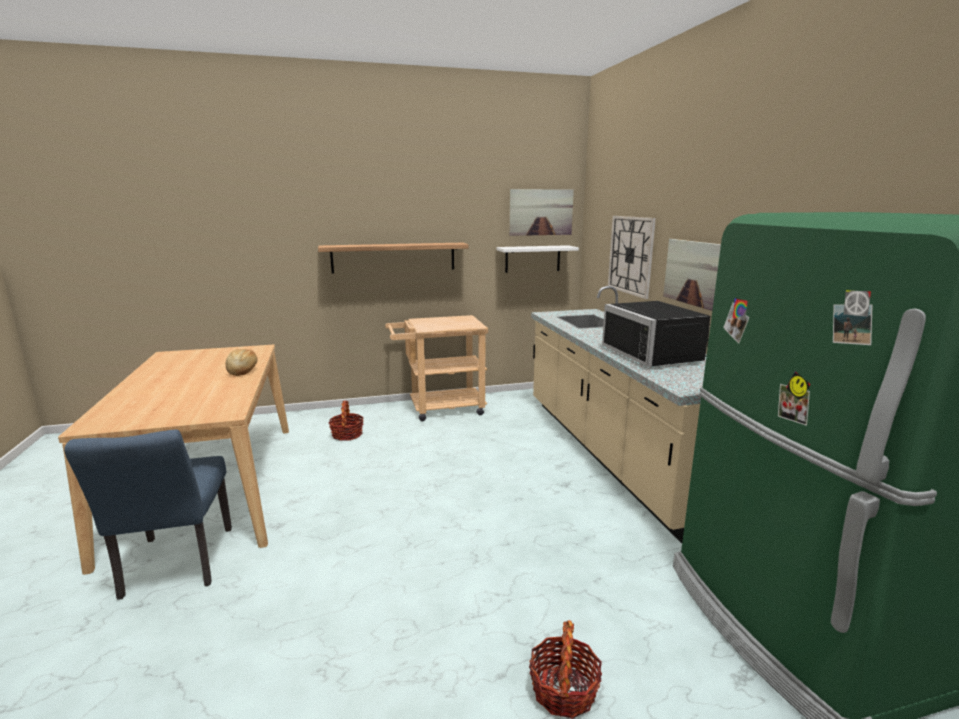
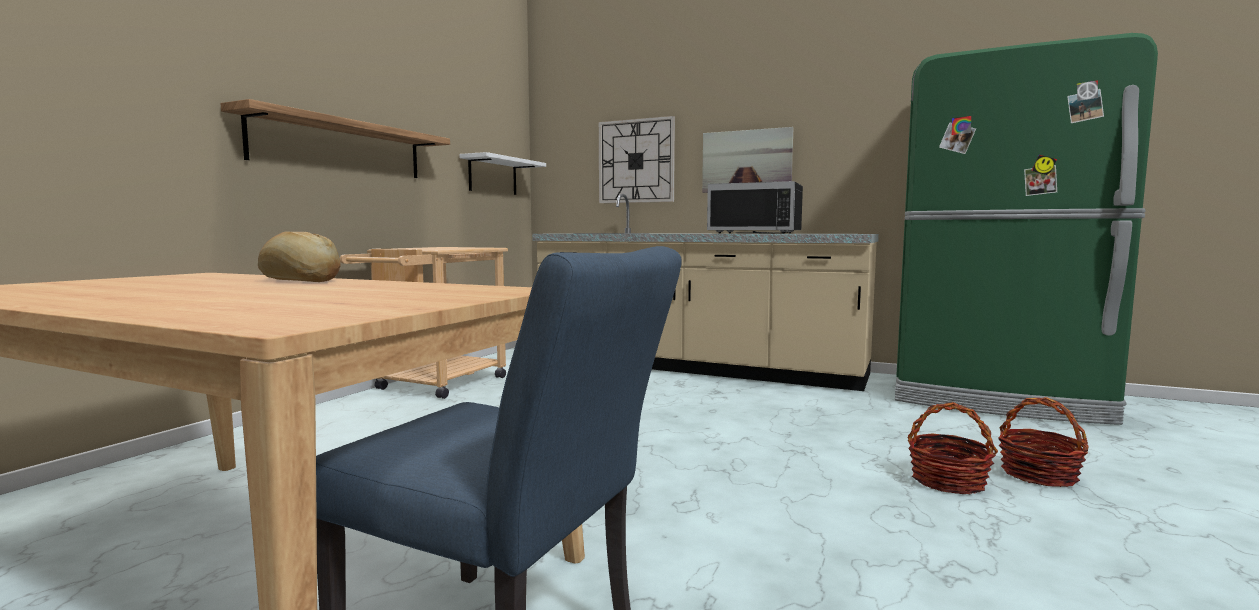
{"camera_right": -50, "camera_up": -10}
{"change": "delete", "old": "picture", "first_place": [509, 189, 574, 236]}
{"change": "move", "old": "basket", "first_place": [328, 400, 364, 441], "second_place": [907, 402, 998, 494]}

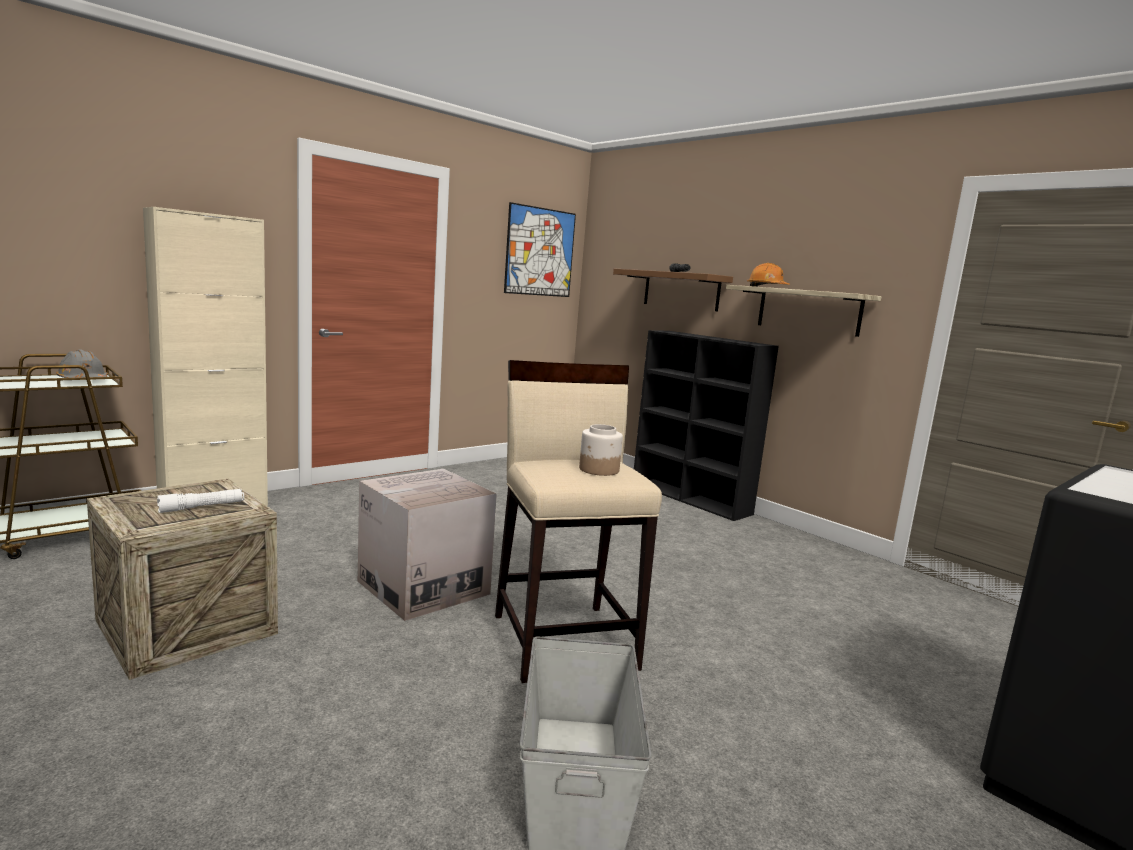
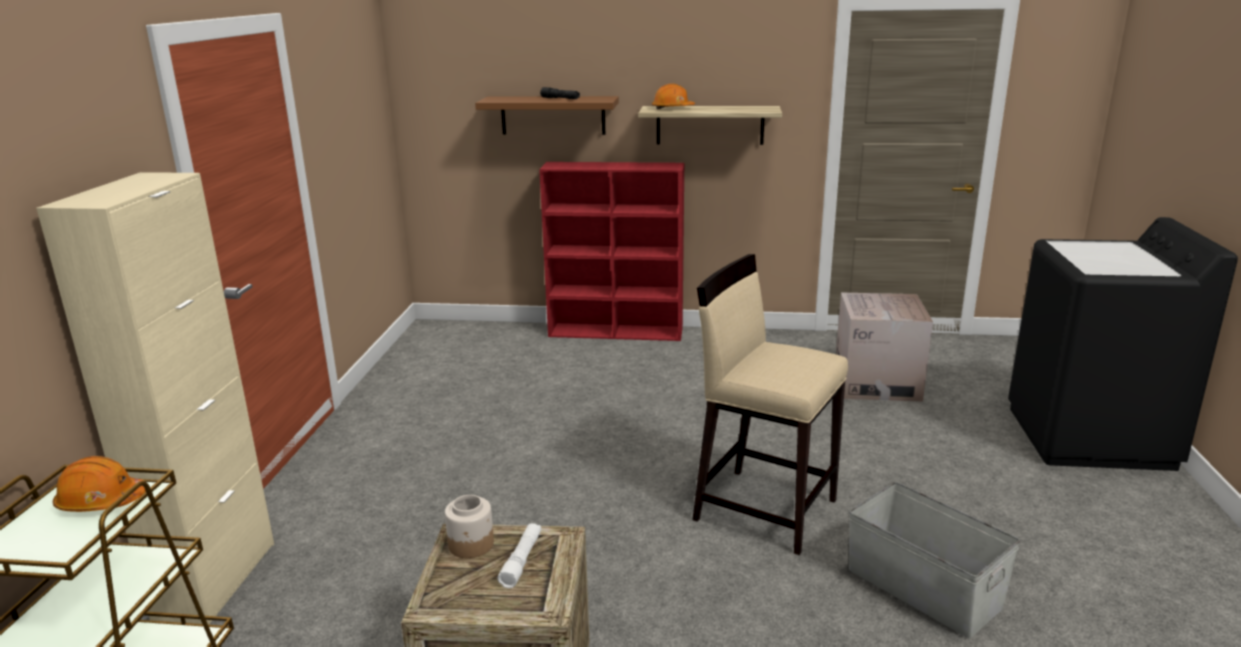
{"camera_right": -40, "camera_up": 10}
{"change": "delete", "old": "picture", "first_place": [504, 202, 576, 297]}
{"change": "move", "old": "cardboard box", "first_place": [358, 469, 497, 621], "second_place": [836, 293, 933, 402]}
{"change": "move", "old": "jar", "first_place": [579, 424, 623, 476], "second_place": [445, 495, 494, 558]}
{"change": "recolor", "old": "hard hat in grey", "new": "hard hat in orange", "first_place": [56, 350, 107, 380], "second_place": [53, 456, 146, 512]}
{"change": "recolor", "old": "bookcase in black", "new": "bookcase in red", "first_place": [634, 330, 779, 521], "second_place": [539, 162, 684, 341]}

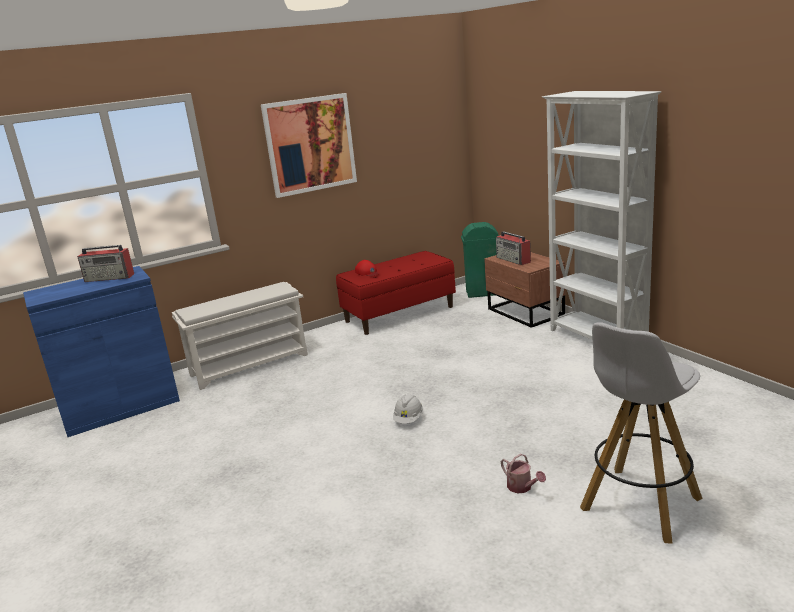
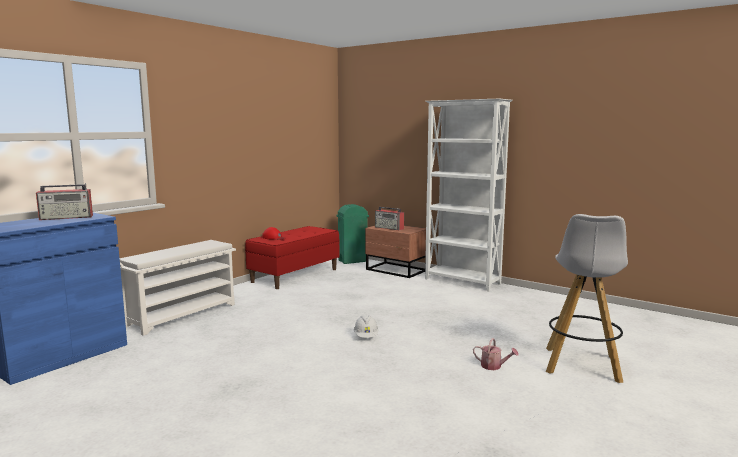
{"camera_right": -25, "camera_up": -10}
{"change": "delete", "old": "picture", "first_place": [261, 93, 357, 198]}

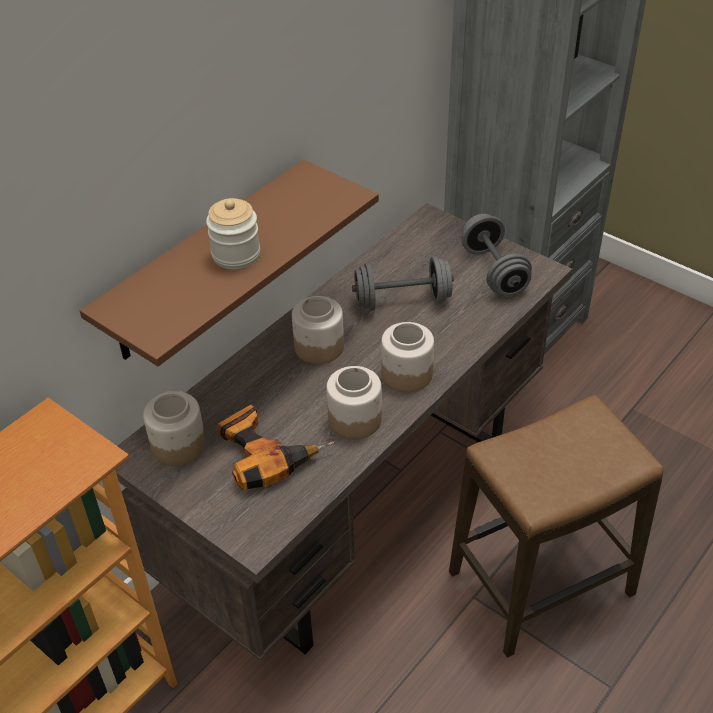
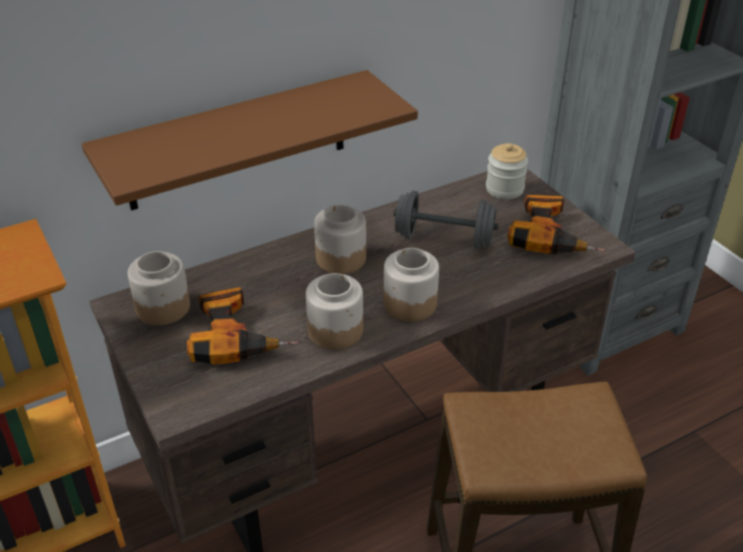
{"camera_right": 20, "camera_up": -5}
{"change": "move", "old": "jar", "first_place": [206, 198, 260, 269], "second_place": [486, 143, 528, 199]}
{"change": "replace", "old": "dumbbell in grey", "new": "power drill", "first_place": [461, 214, 532, 296], "second_place": [507, 195, 605, 254]}

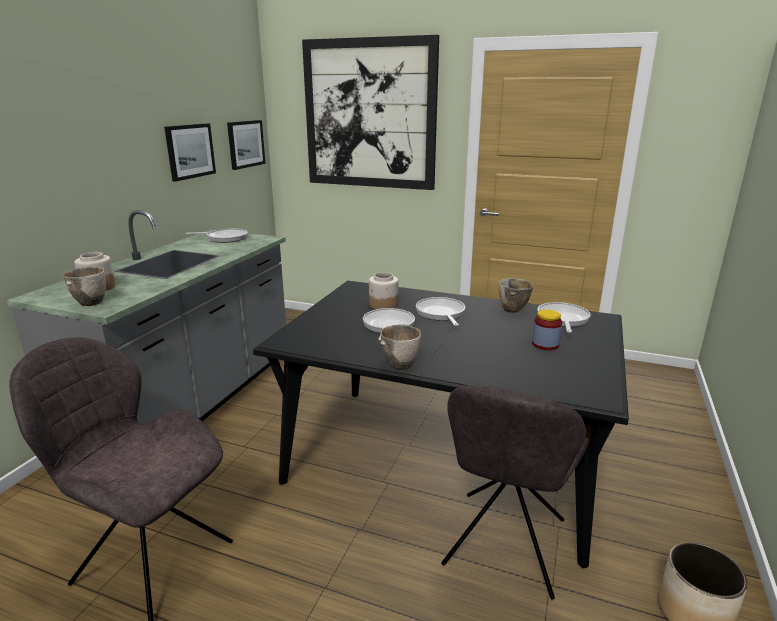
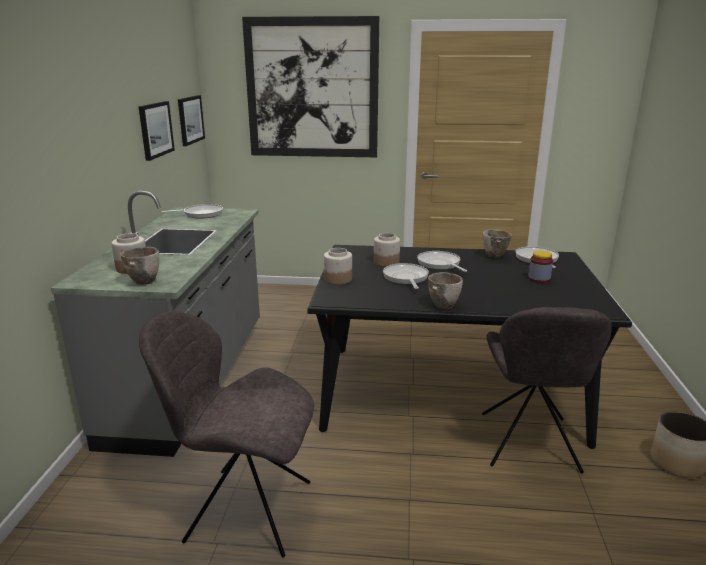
{"camera_right": -15, "camera_up": 0}
{"change": "insert", "new": "jar", "second_place": [324, 248, 352, 285]}

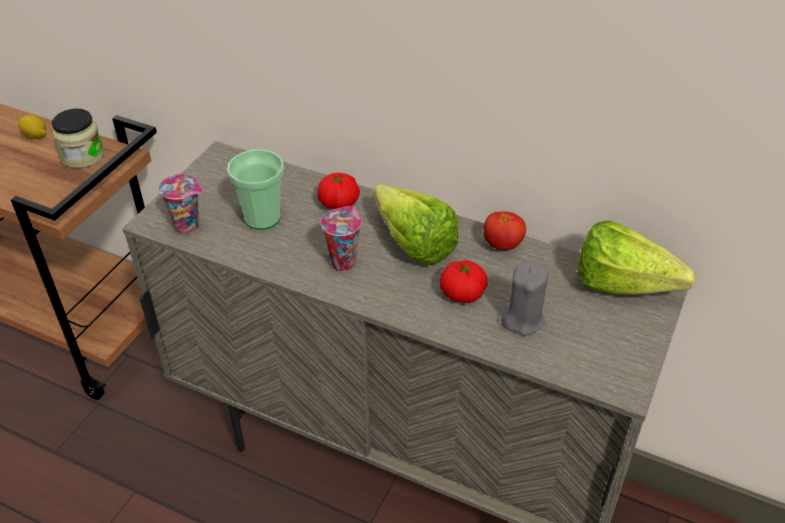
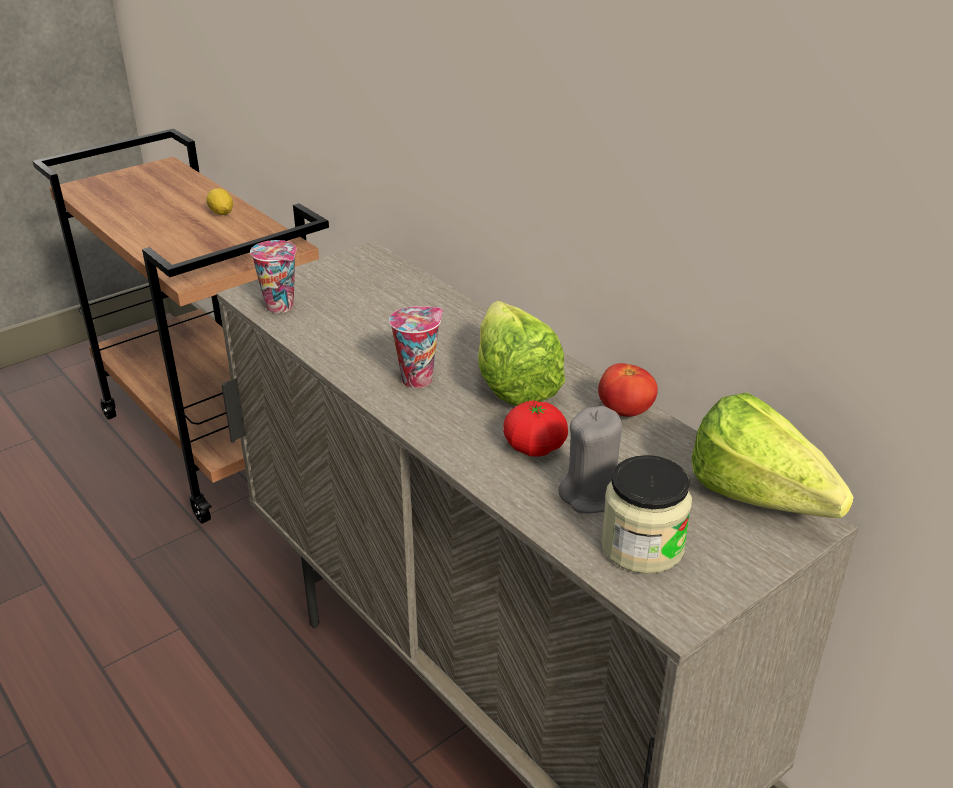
{"camera_right": 25, "camera_up": -10}
{"change": "delete", "old": "cup", "first_place": [227, 150, 284, 230]}
{"change": "delete", "old": "tomato", "first_place": [318, 173, 360, 209]}
{"change": "move", "old": "jar", "first_place": [52, 109, 104, 169], "second_place": [601, 455, 692, 574]}

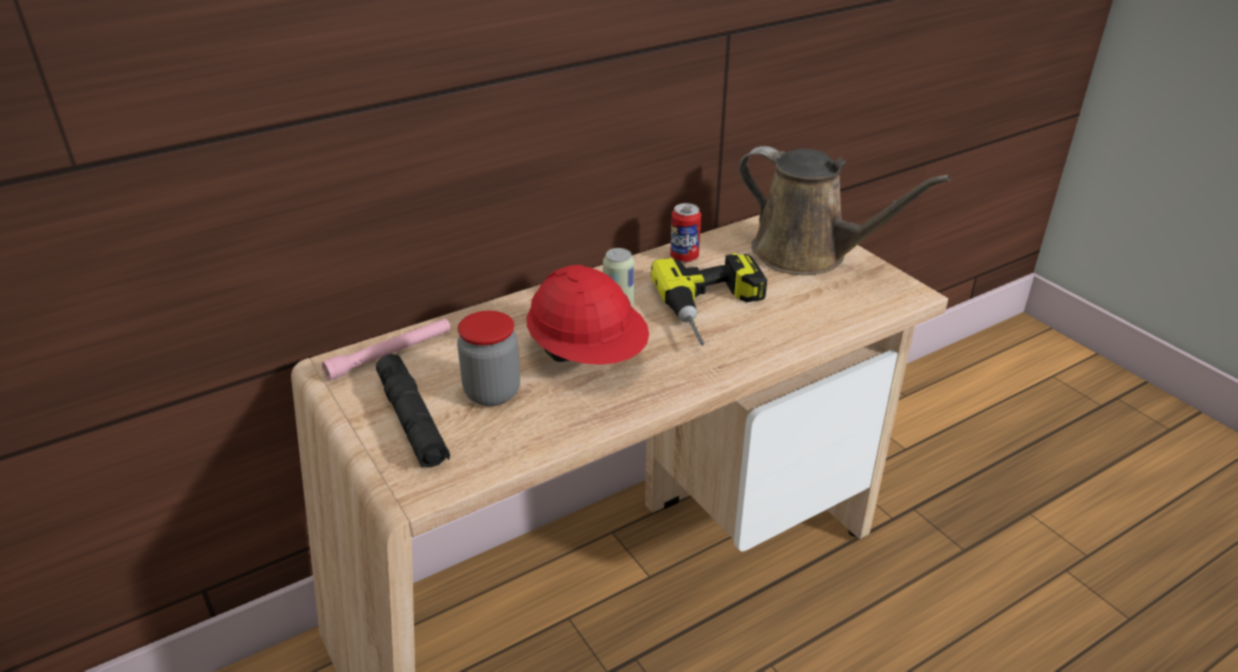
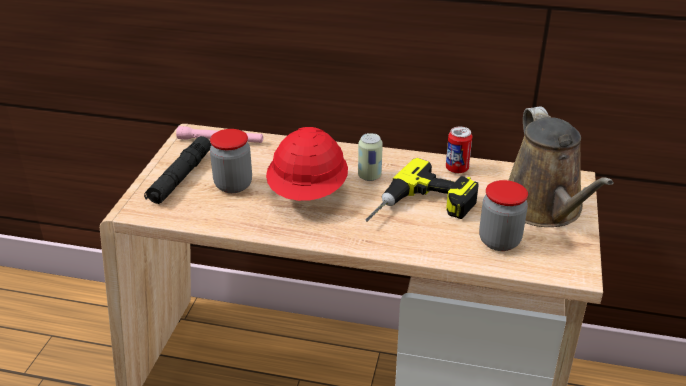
{"camera_right": 45, "camera_up": 0}
{"change": "insert", "new": "jar", "second_place": [479, 180, 528, 251]}

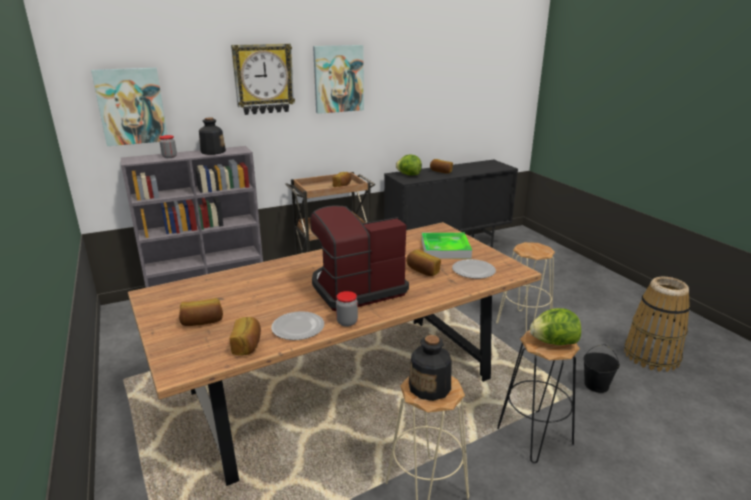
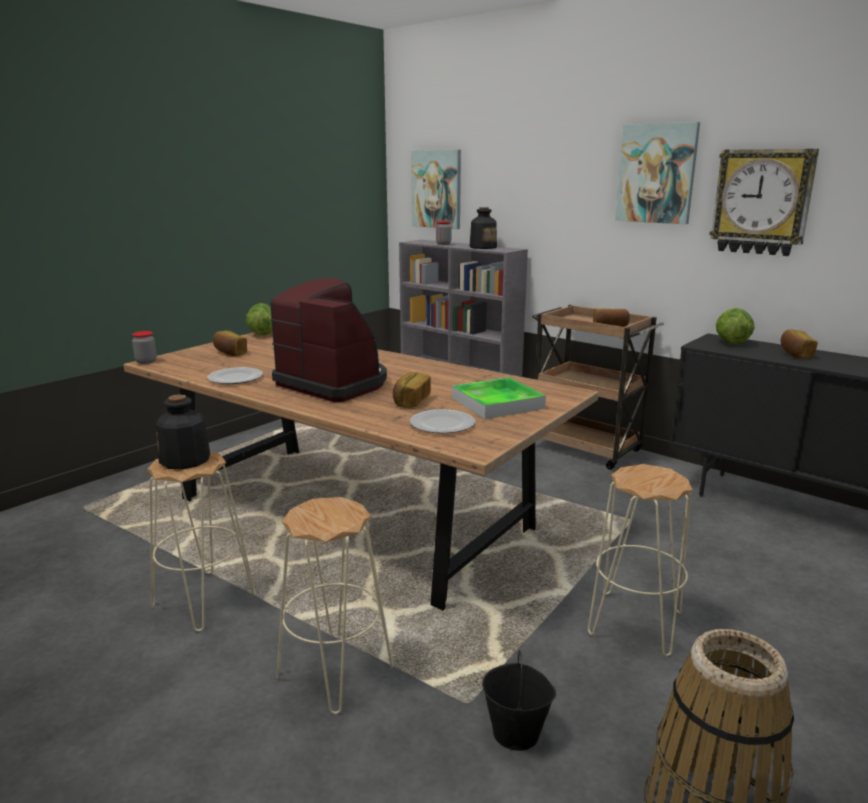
{"camera_right": 65, "camera_up": -5}
{"change": "delete", "old": "bread", "first_place": [230, 317, 261, 356]}
{"change": "move", "old": "wall clock", "first_place": [231, 44, 295, 115], "second_place": [709, 149, 819, 256]}
{"change": "move", "old": "jar", "first_place": [336, 291, 358, 327], "second_place": [132, 331, 157, 364]}
{"change": "move", "old": "lettuce", "first_place": [530, 308, 581, 345], "second_place": [246, 303, 272, 336]}
{"change": "recolor", "old": "stool in black", "new": "stool in beige", "first_place": [497, 330, 580, 463], "second_place": [276, 497, 393, 714]}

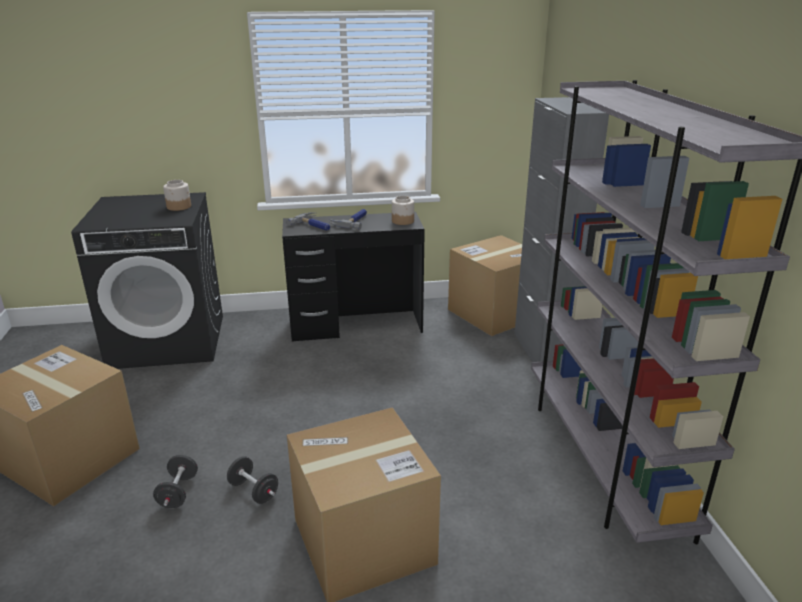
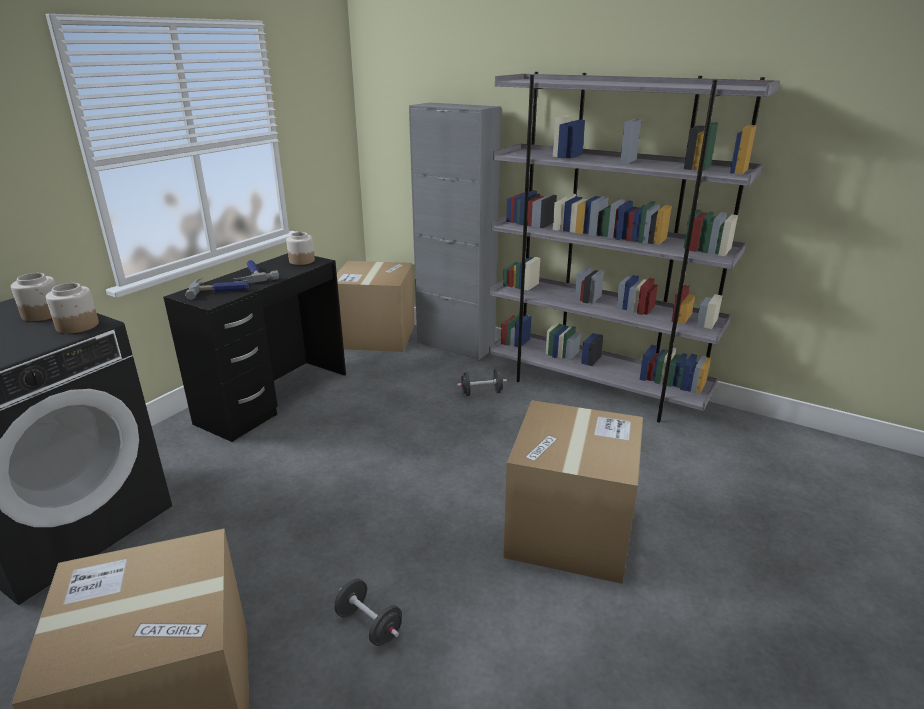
{"camera_right": -50, "camera_up": 0}
{"change": "insert", "new": "jar", "second_place": [46, 283, 99, 334]}
{"change": "move", "old": "dumbbell in black", "first_place": [227, 456, 278, 504], "second_place": [457, 369, 507, 396]}

